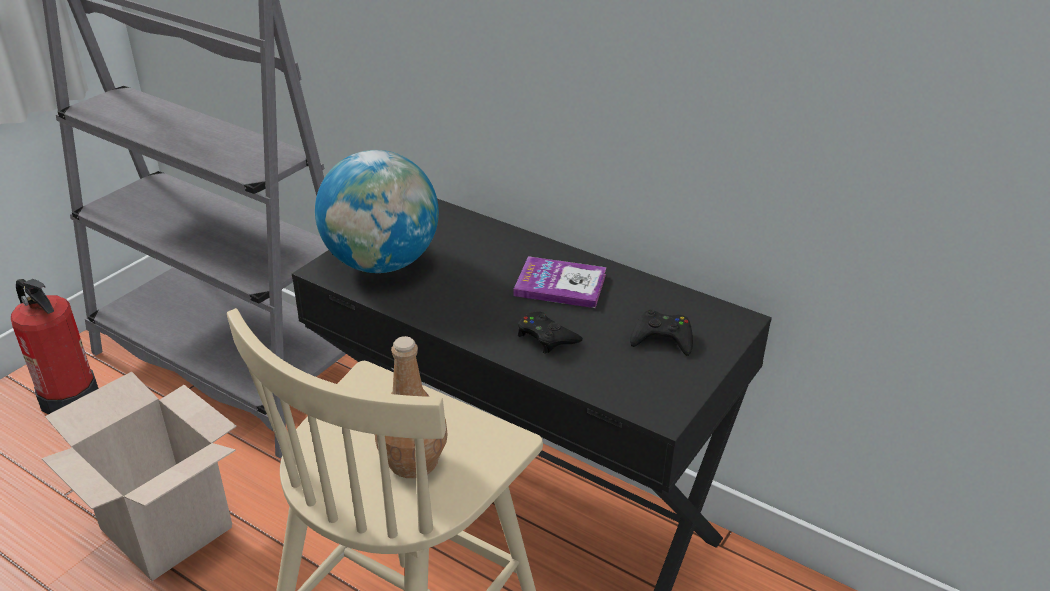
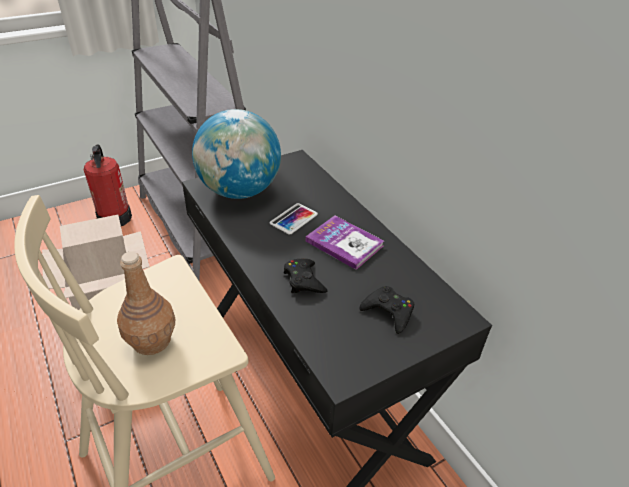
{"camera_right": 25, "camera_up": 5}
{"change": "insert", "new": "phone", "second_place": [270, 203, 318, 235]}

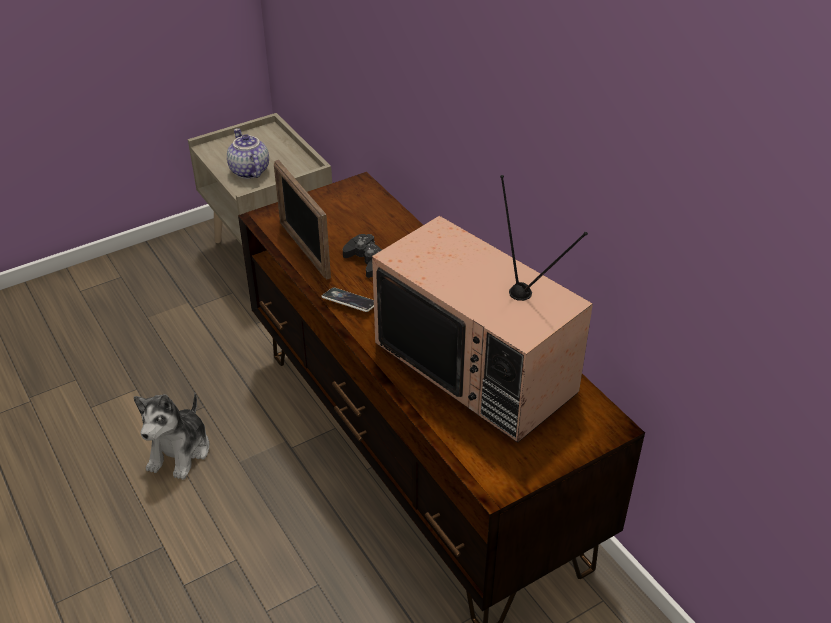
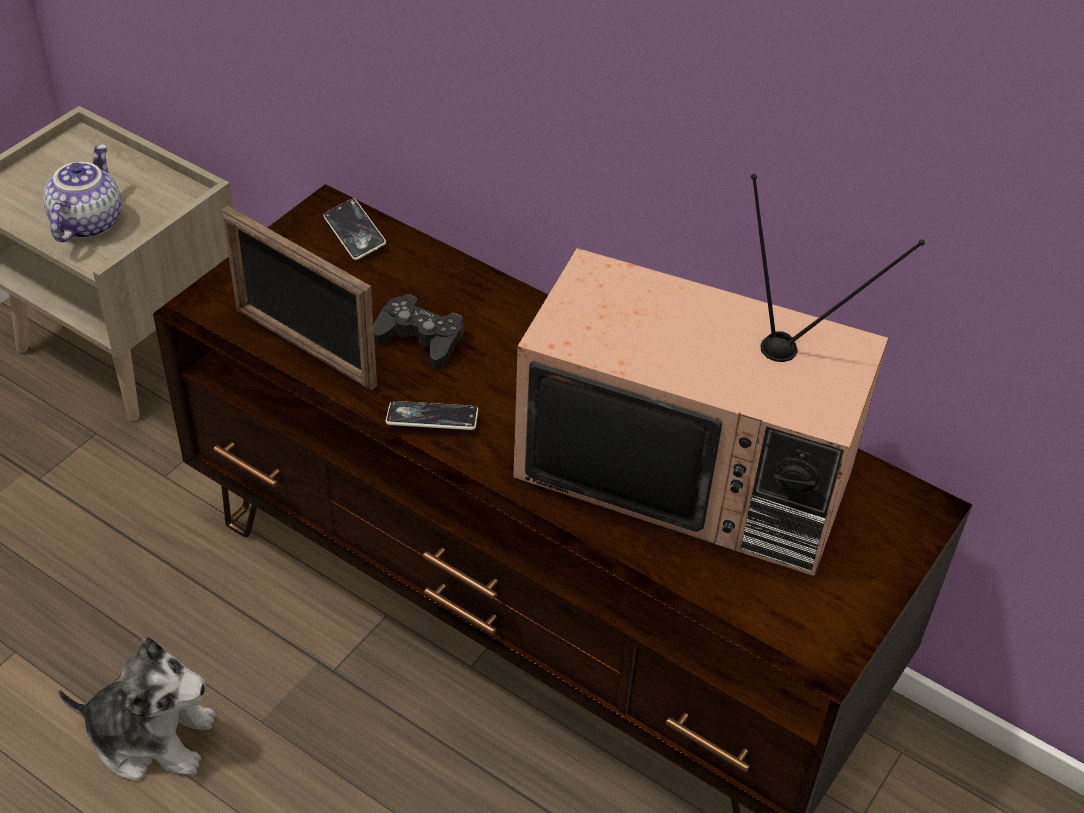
{"camera_right": -25, "camera_up": 5}
{"change": "insert", "new": "phone", "second_place": [323, 198, 386, 260]}
{"change": "rotate", "old": "plush toy", "first_place": [133, 393, 210, 480], "second_place": [58, 637, 216, 781], "degrees": -75}
{"change": "rotate", "old": "teapot", "first_place": [227, 128, 269, 179], "second_place": [43, 144, 121, 242], "degrees": 60}

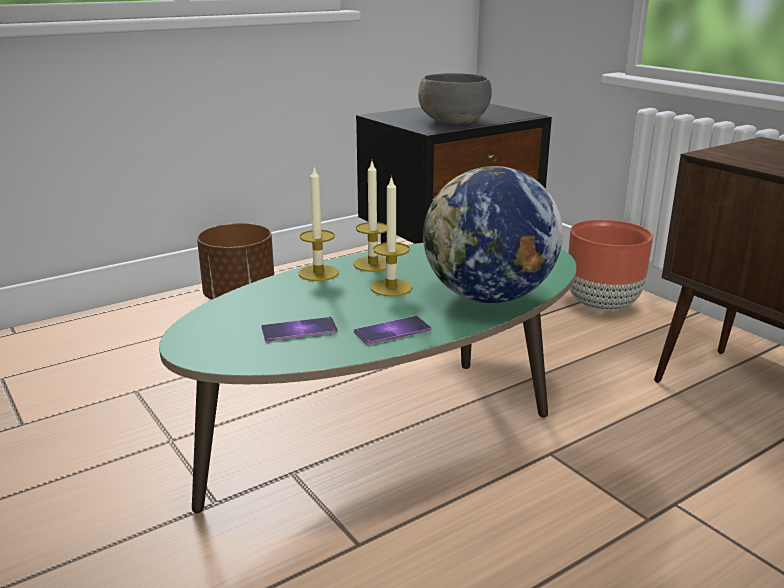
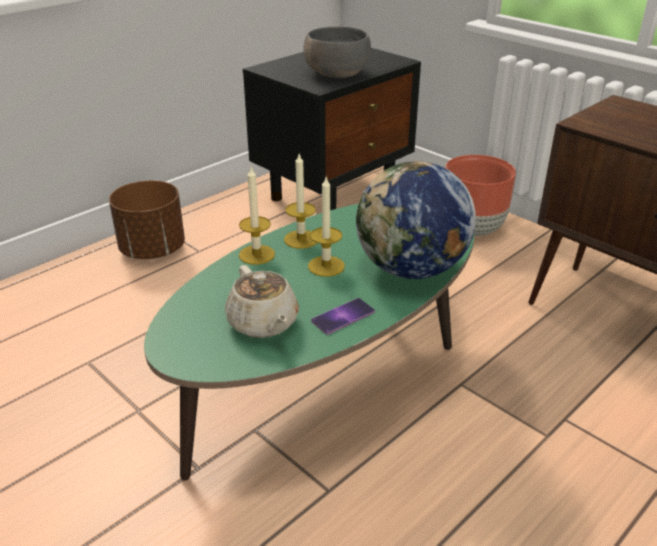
{"camera_right": -10, "camera_up": 10}
{"change": "replace", "old": "phone", "new": "teapot in beige", "first_place": [261, 317, 338, 341], "second_place": [225, 265, 299, 338]}

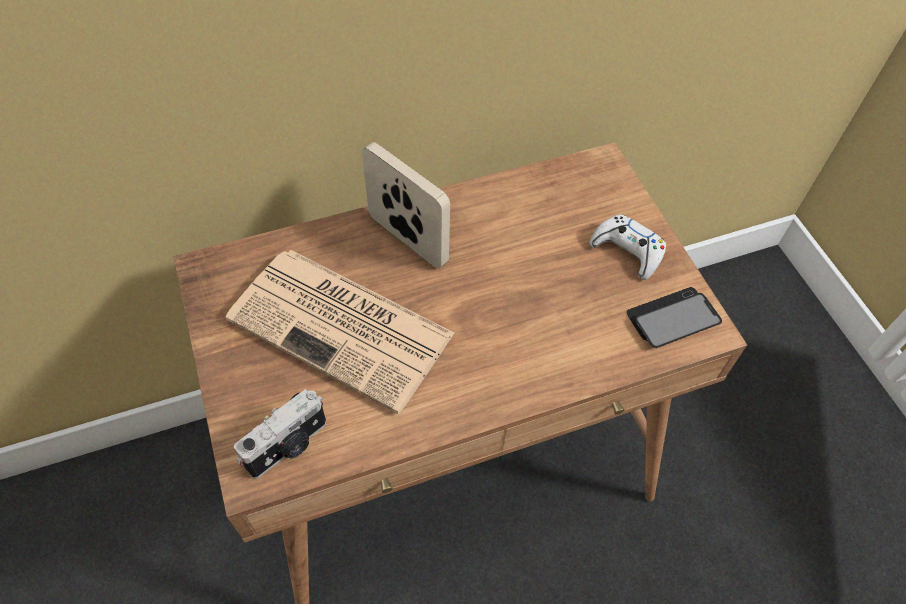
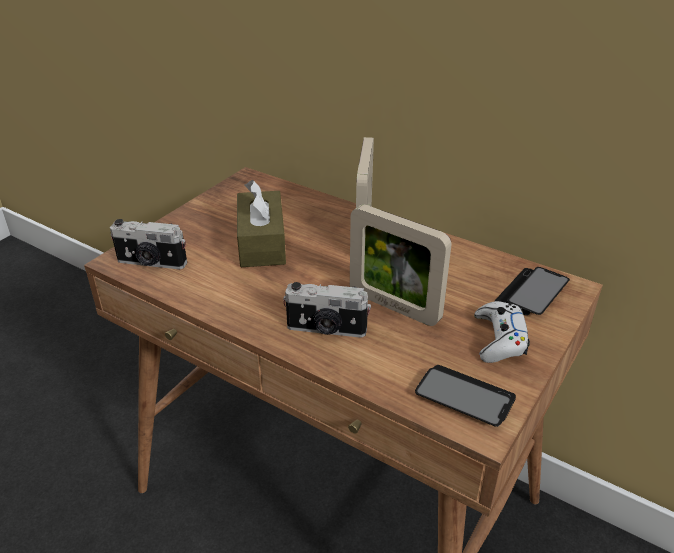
{"camera_right": 55, "camera_up": -20}
{"change": "insert", "new": "photo camera", "second_place": [283, 282, 371, 338]}
{"change": "insert", "new": "picture frame", "second_place": [350, 204, 451, 326]}
{"change": "insert", "new": "phone", "second_place": [495, 267, 570, 315]}
{"change": "replace", "old": "newspaper", "new": "tissue box in brown", "first_place": [225, 250, 455, 414], "second_place": [237, 179, 286, 267]}

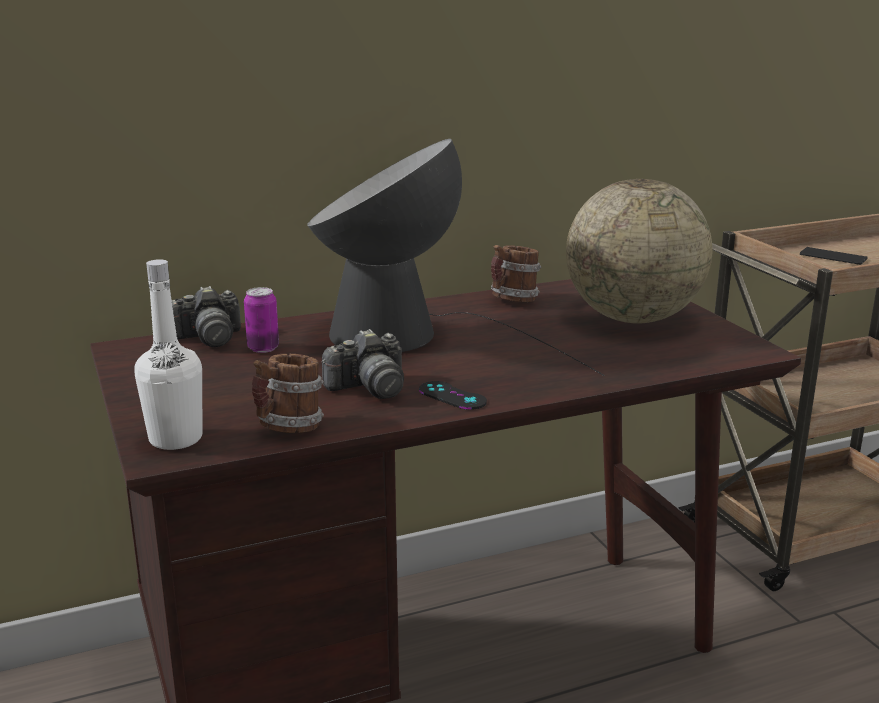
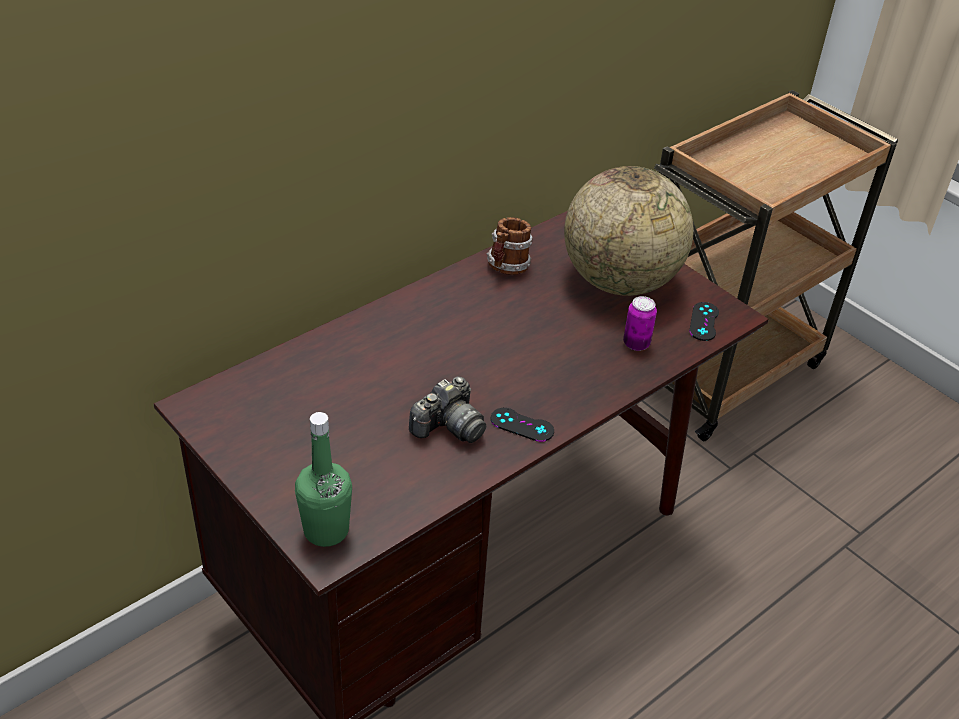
{"camera_right": -20, "camera_up": 20}
{"change": "delete", "old": "photo camera", "first_place": [172, 286, 241, 347]}
{"change": "delete", "old": "mug", "first_place": [252, 354, 324, 433]}
{"change": "delete", "old": "table lamp", "first_place": [307, 139, 605, 376]}
{"change": "delete", "old": "phone", "first_place": [800, 247, 867, 265]}
{"change": "insert", "new": "game controller in black", "second_place": [689, 302, 719, 341]}
{"change": "move", "old": "can", "first_place": [244, 287, 279, 353], "second_place": [623, 296, 657, 351]}
{"change": "recolor", "old": "bottle in white", "new": "bottle in green", "first_place": [134, 259, 202, 450], "second_place": [295, 412, 352, 547]}

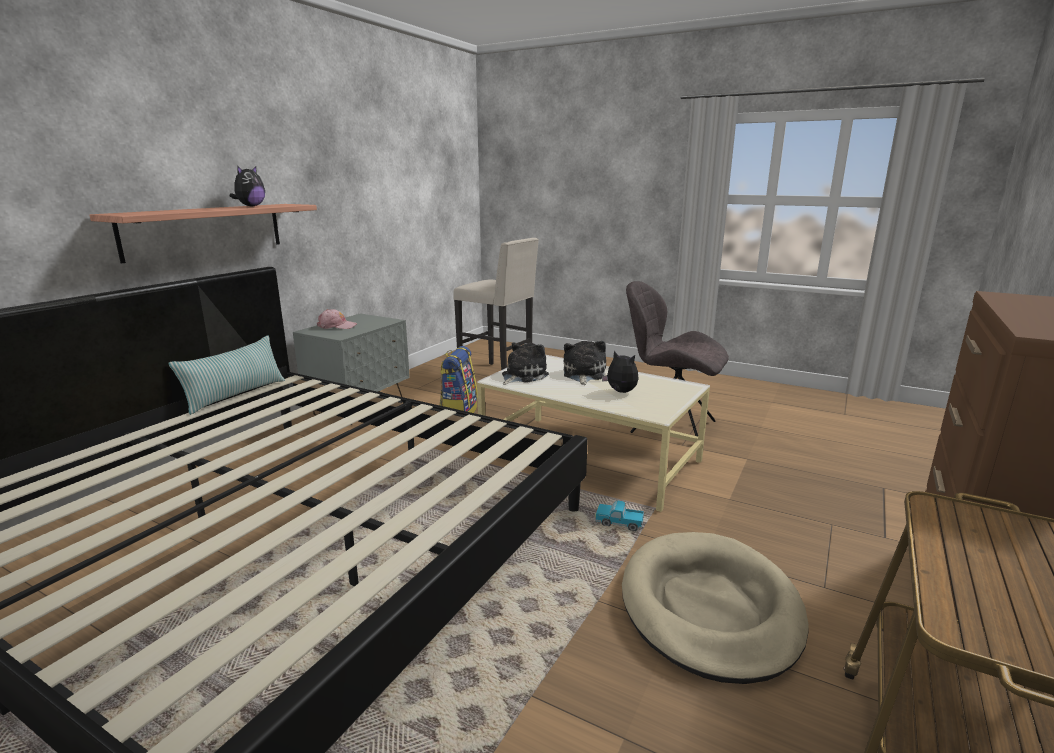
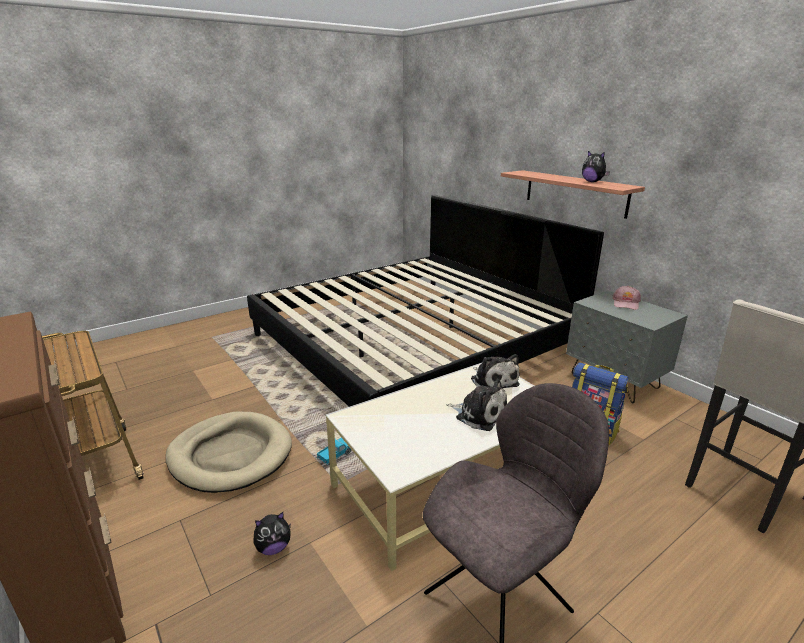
{"camera_right": 115, "camera_up": 5}
{"change": "delete", "old": "pillow", "first_place": [169, 335, 285, 415]}
{"change": "move", "old": "plush toy", "first_place": [602, 351, 639, 393], "second_place": [253, 512, 291, 555]}

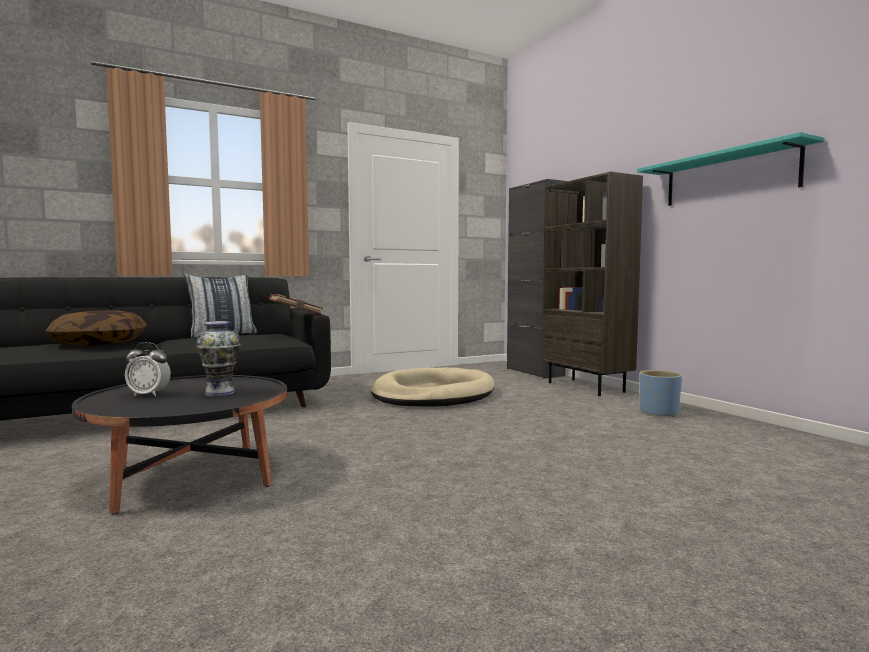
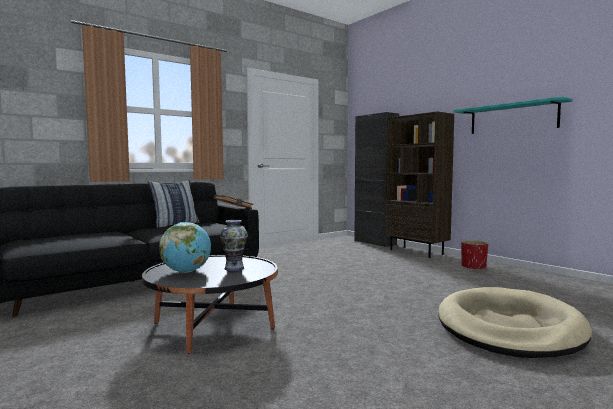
{"camera_right": -10, "camera_up": 0}
{"change": "delete", "old": "pillow", "first_place": [45, 310, 147, 346]}
{"change": "move", "old": "dog bed in beige", "first_place": [371, 367, 495, 407], "second_place": [438, 287, 592, 358]}
{"change": "replace", "old": "alarm clock", "new": "globe", "first_place": [125, 342, 171, 397], "second_place": [159, 222, 211, 273]}
{"change": "recolor", "old": "planter in blue", "new": "planter in red", "first_place": [639, 370, 682, 417], "second_place": [461, 240, 488, 270]}

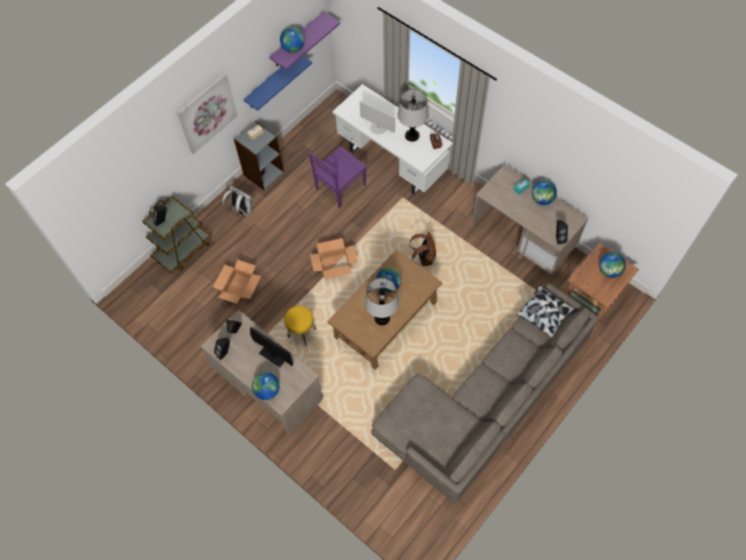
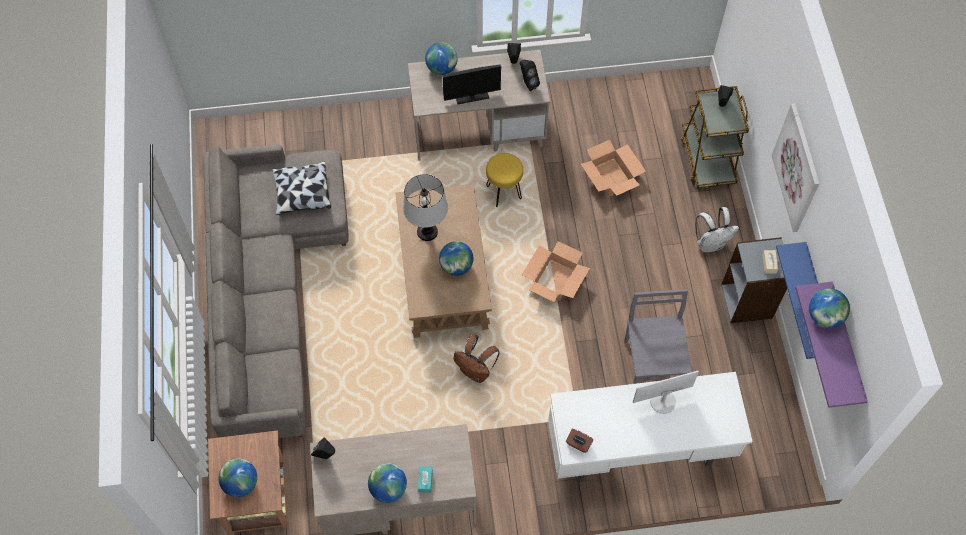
{"camera_right": 130, "camera_up": 0}
{"change": "delete", "old": "table lamp", "first_place": [398, 89, 429, 142]}
{"change": "move", "old": "pillow", "first_place": [517, 285, 575, 338], "second_place": [272, 161, 331, 215]}
{"change": "recolor", "old": "chair in purple", "new": "chair in grey", "first_place": [308, 146, 367, 208], "second_place": [624, 289, 692, 384]}

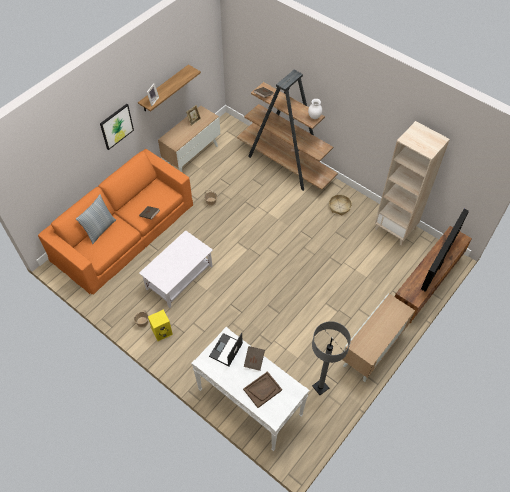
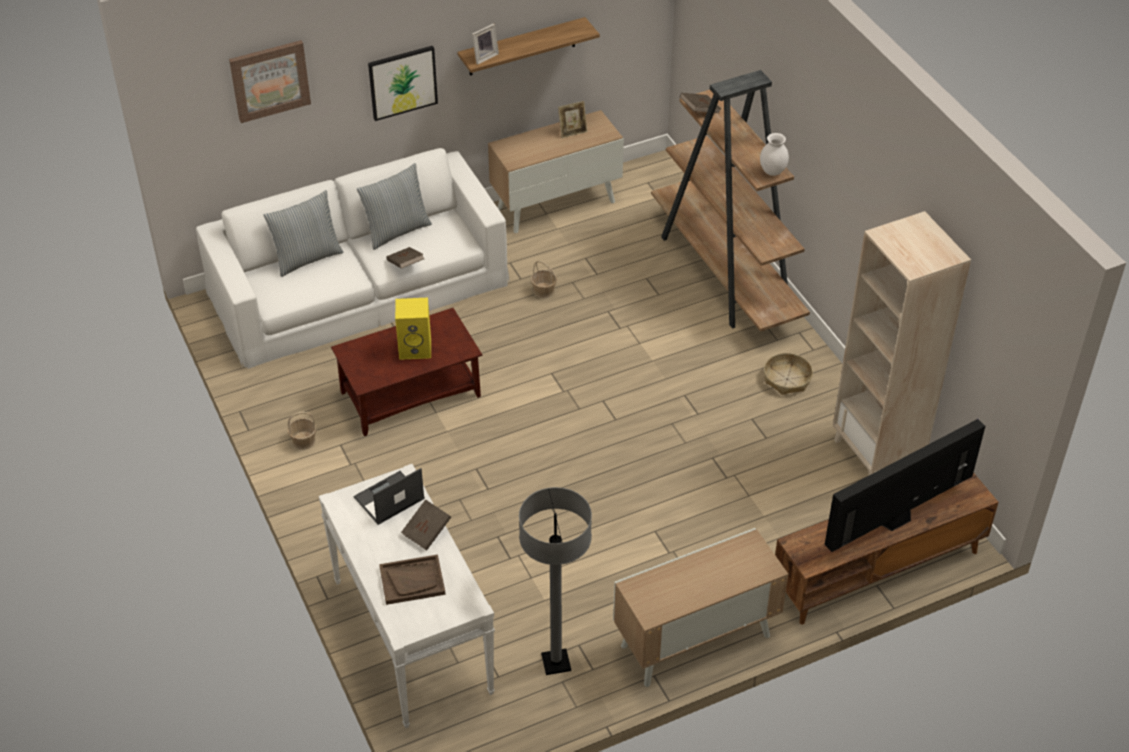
{"camera_right": 25, "camera_up": -10}
{"change": "insert", "new": "picture", "second_place": [229, 40, 311, 123]}
{"change": "insert", "new": "pillow", "second_place": [357, 163, 432, 250]}
{"change": "move", "old": "speaker in yellow", "first_place": [148, 310, 173, 341], "second_place": [395, 298, 431, 360]}
{"change": "recolor", "old": "sofa in orange", "new": "sofa in white", "first_place": [38, 149, 193, 295], "second_place": [196, 148, 509, 369]}
{"change": "recolor", "old": "coffee table in white", "new": "coffee table in brown", "first_place": [139, 230, 213, 308], "second_place": [331, 308, 482, 436]}

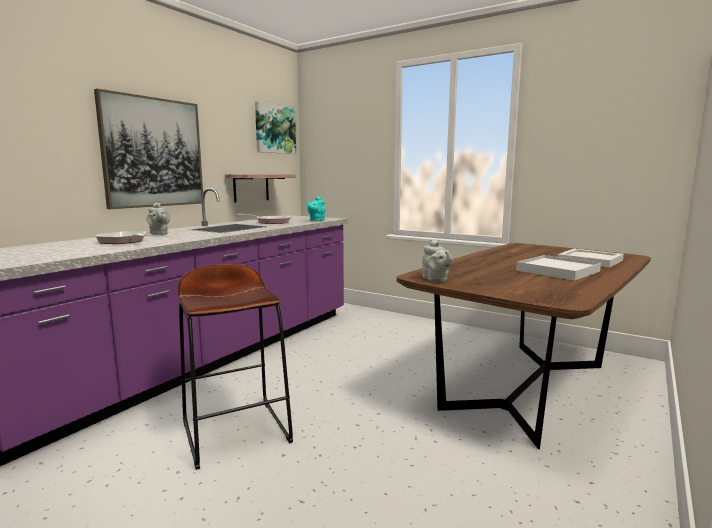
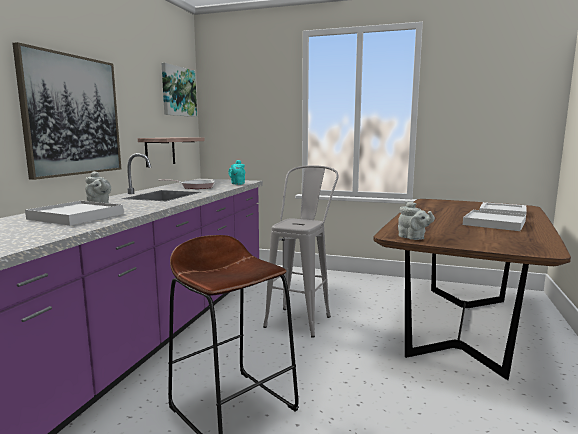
{"camera_right": -15, "camera_up": 0}
{"change": "insert", "new": "stool in grey", "second_place": [263, 165, 339, 338]}
{"change": "replace", "old": "frying pan", "new": "tray in white", "first_place": [96, 231, 148, 244], "second_place": [25, 201, 124, 225]}

